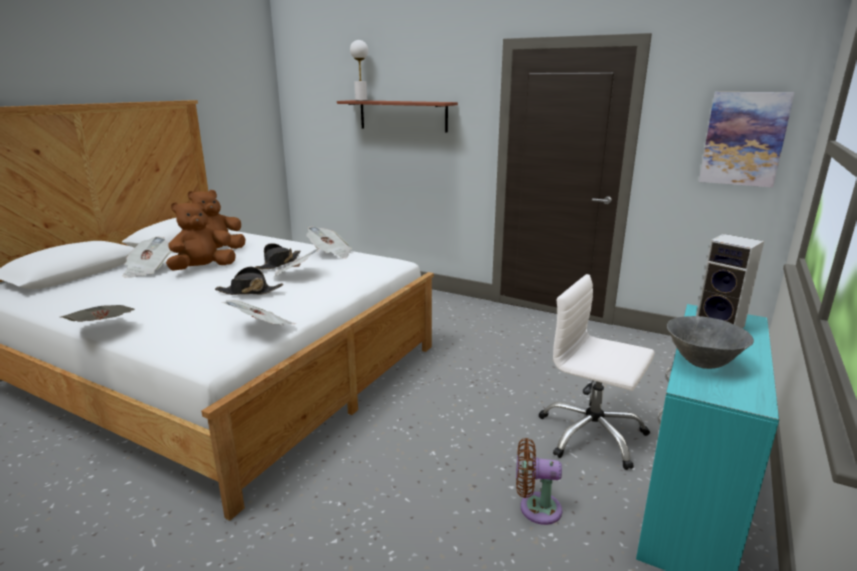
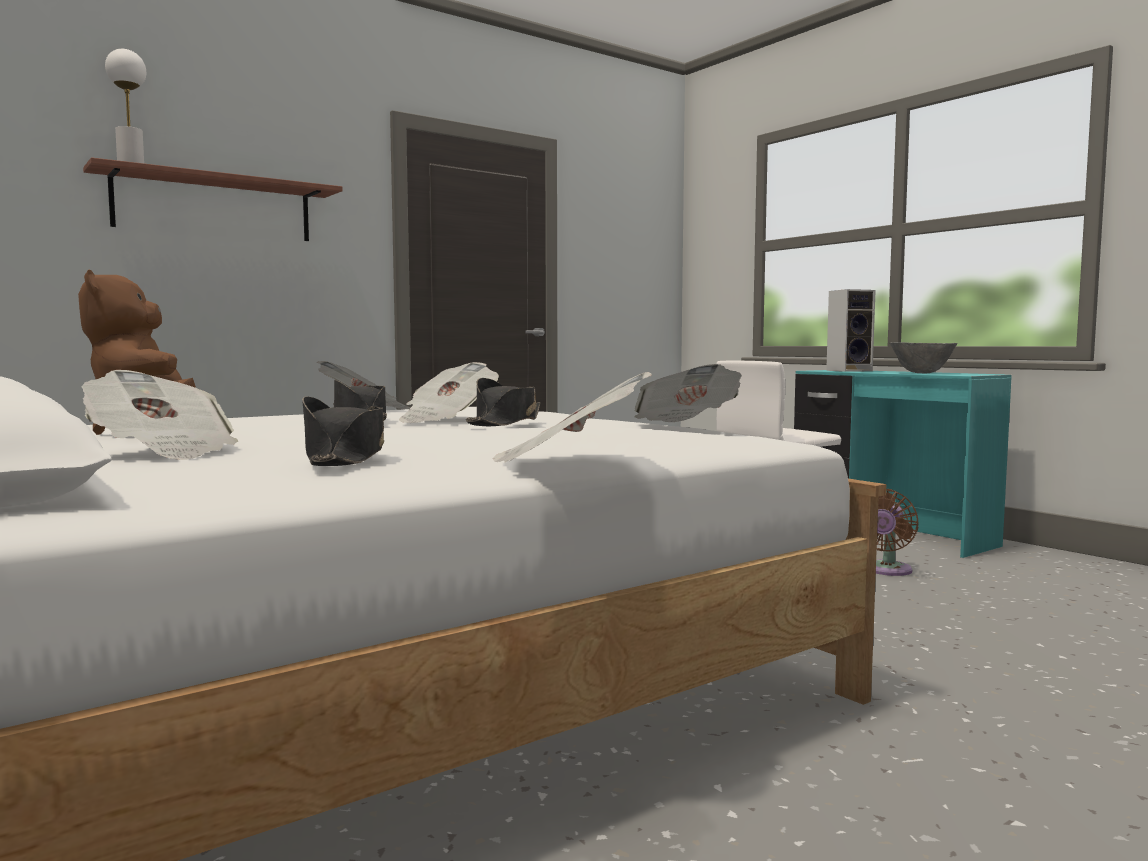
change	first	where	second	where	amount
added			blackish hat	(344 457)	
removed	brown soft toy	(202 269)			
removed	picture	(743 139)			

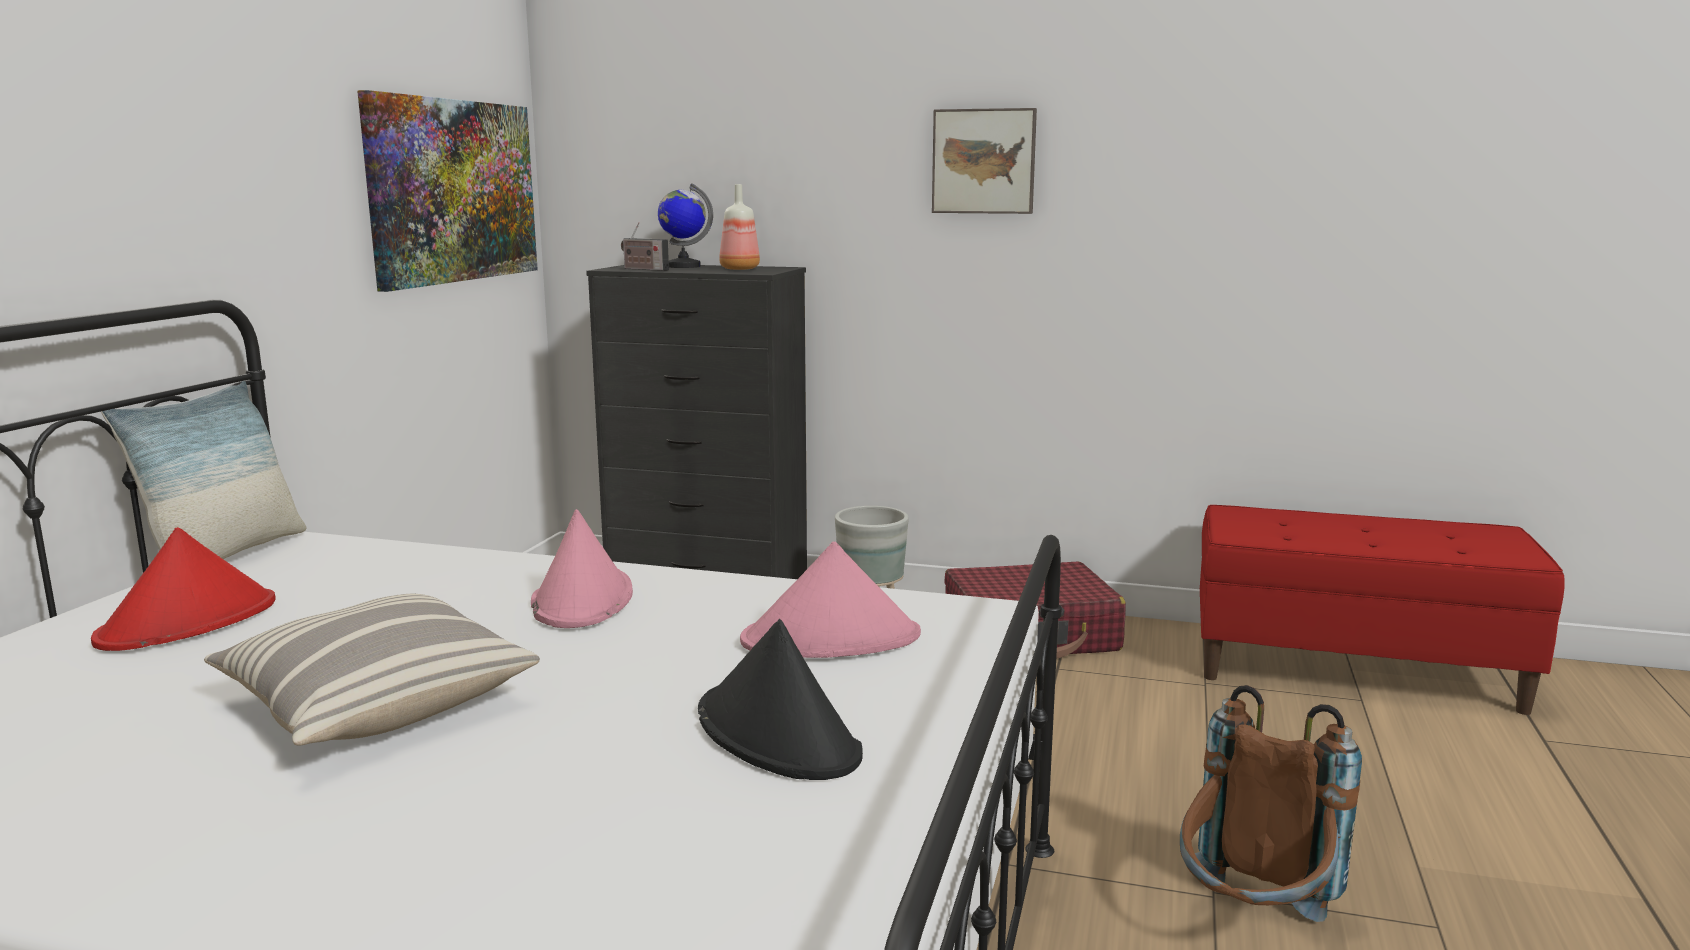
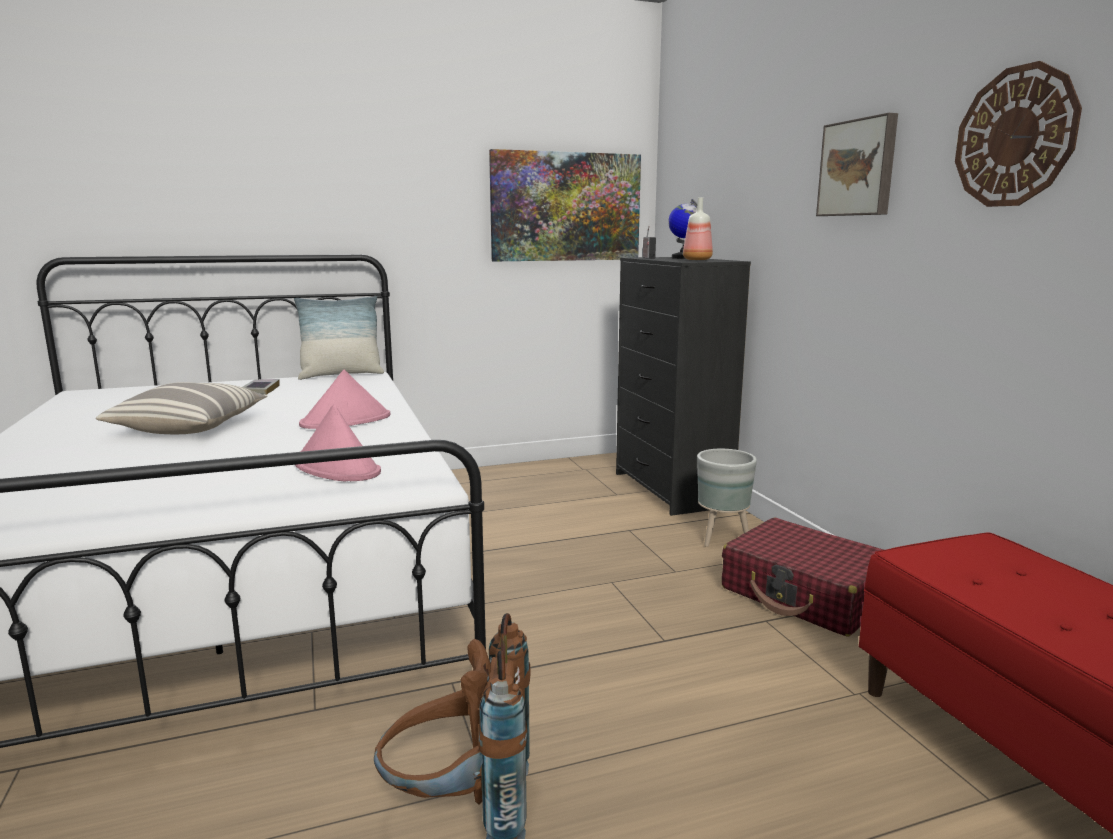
change	first	where	second	where	amount
replaced	red-coloured hat	(189 622)	book	(260 390)	
added			hanging clock	(1015 137)	
removed	blackish hat	(778 734)			

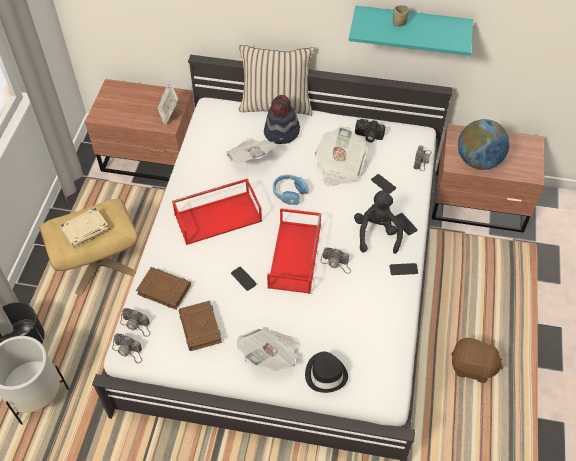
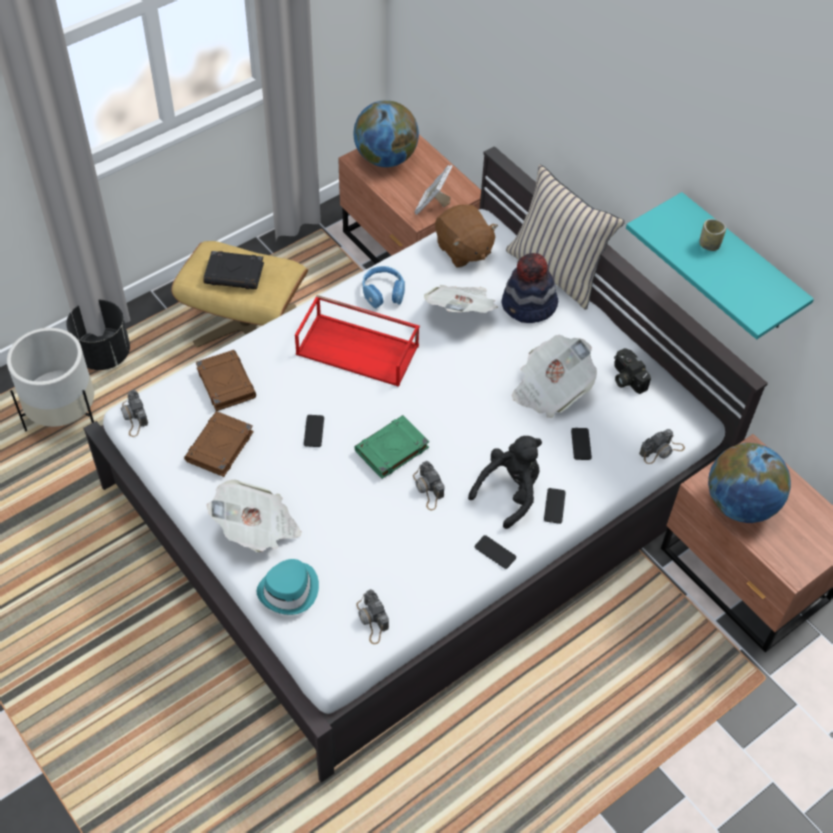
change	first	where	second	where	amount
recoloured	sand-coloured book	(86 229)	blackish book	(235 274)	
recoloured	blackish hat	(326 374)	blue-green hat	(289 590)	
added			desk globe	(385 158)	
replaced	red-coloured serving tray	(295 257)	green book	(391 450)	
moved	photo camera	(136 325)		(372 620)	
moved	blue pair of headphones	(289 193)		(383 292)	
moved	brown soft toy	(472 367)		(463 250)	

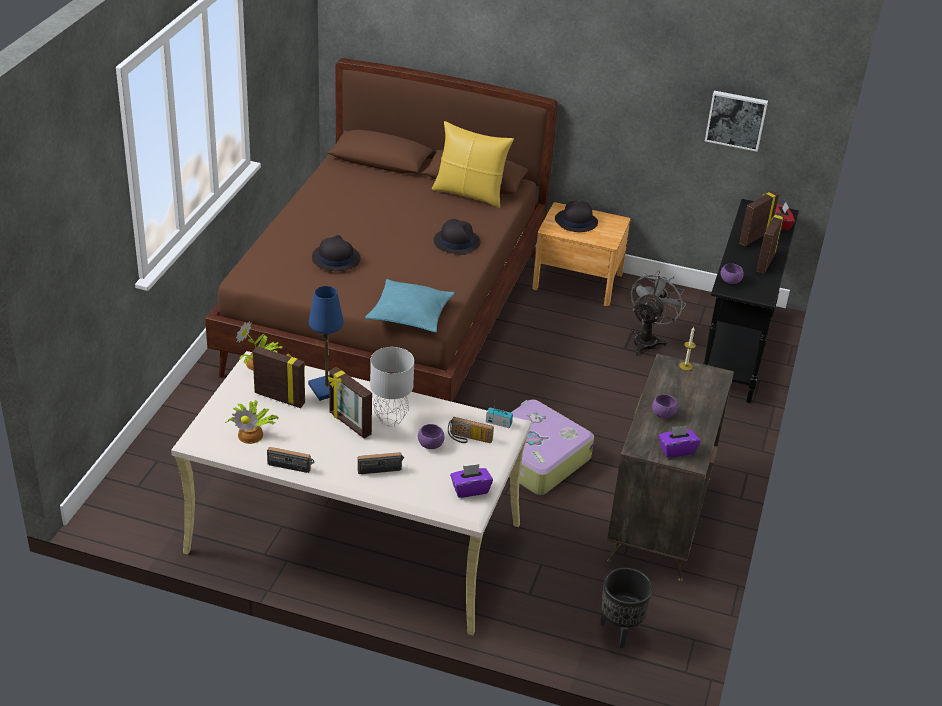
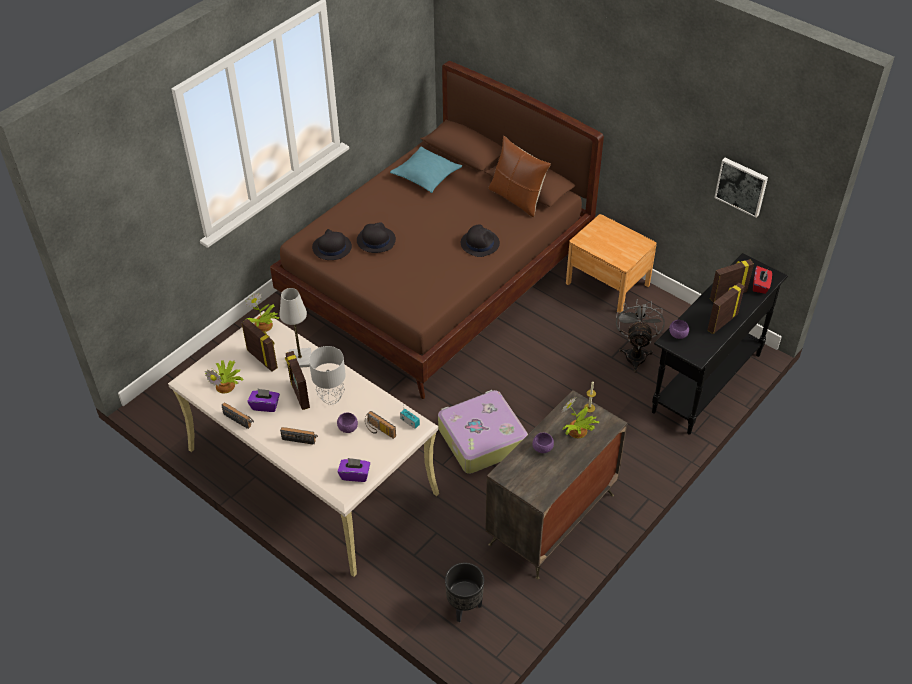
change	first	where	second	where	amount
moved	purple-coloured tissue box	(676 450)		(265 405)	
recoloured	blue tabletop lamp	(327 388)	whitish tabletop lamp	(300 359)	
moved	blackish hat	(576 221)		(331 247)	
moved	blue-green cushion	(410 314)		(426 175)	
recoloured	yellow cushion	(469 194)	brown cushion	(517 198)	
added			potted plant	(577 431)	
turned	grey cooling fan	(647 340)		(635 353)	45 degrees counterclockwise

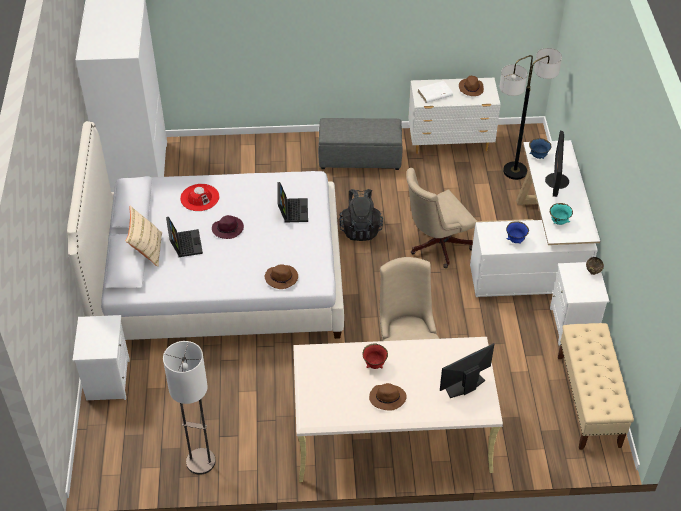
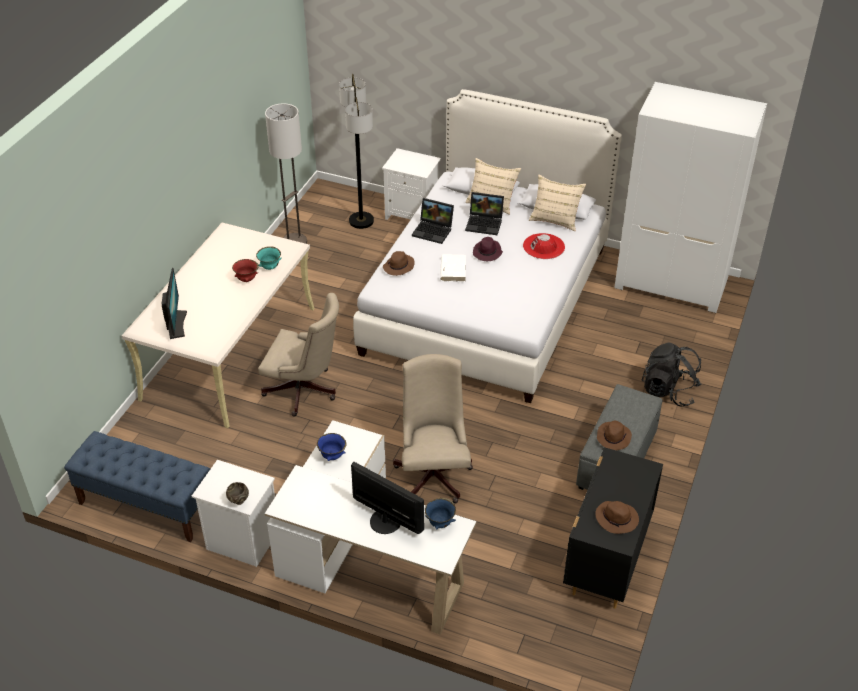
change	first	where	second	where	amount
recoloured	sand-coloured indoor bench	(588 401)	blue indoor bench	(146 505)	
moved	blue-green serving bowl	(558 222)		(270 267)	
moved	standard lamp	(515 171)		(361 221)	
moved	notebook computer	(292 210)		(434 231)	
moved	whitish book	(434 94)		(453 269)	
added			sand-coloured cushion	(555 219)	
recoloured	whitish dresser	(450 143)	blackish dresser	(606 561)	
moved	brown hat	(387 398)		(613 437)	
moved	blackish knapsack	(360 228)		(669 391)	

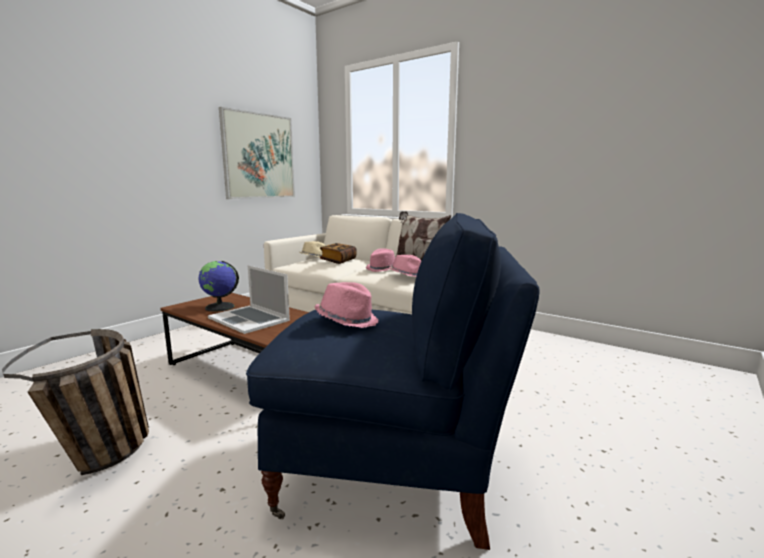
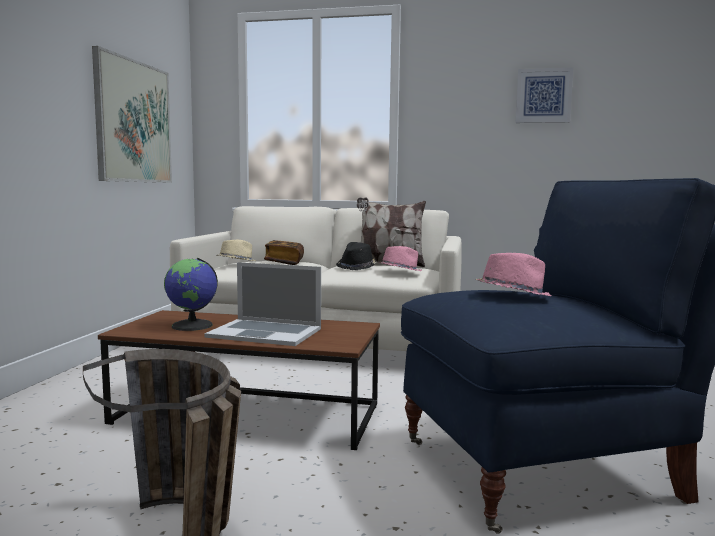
change	first	where	second	where	amount
recoloured	pink hat	(382 269)	blackish hat	(356 267)	
added			picture	(543 96)	

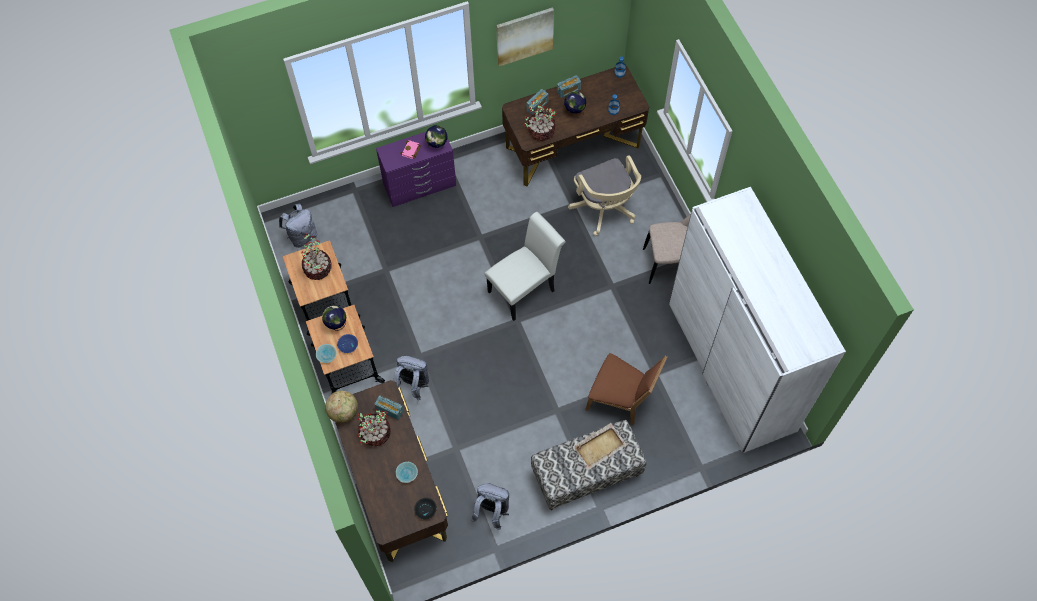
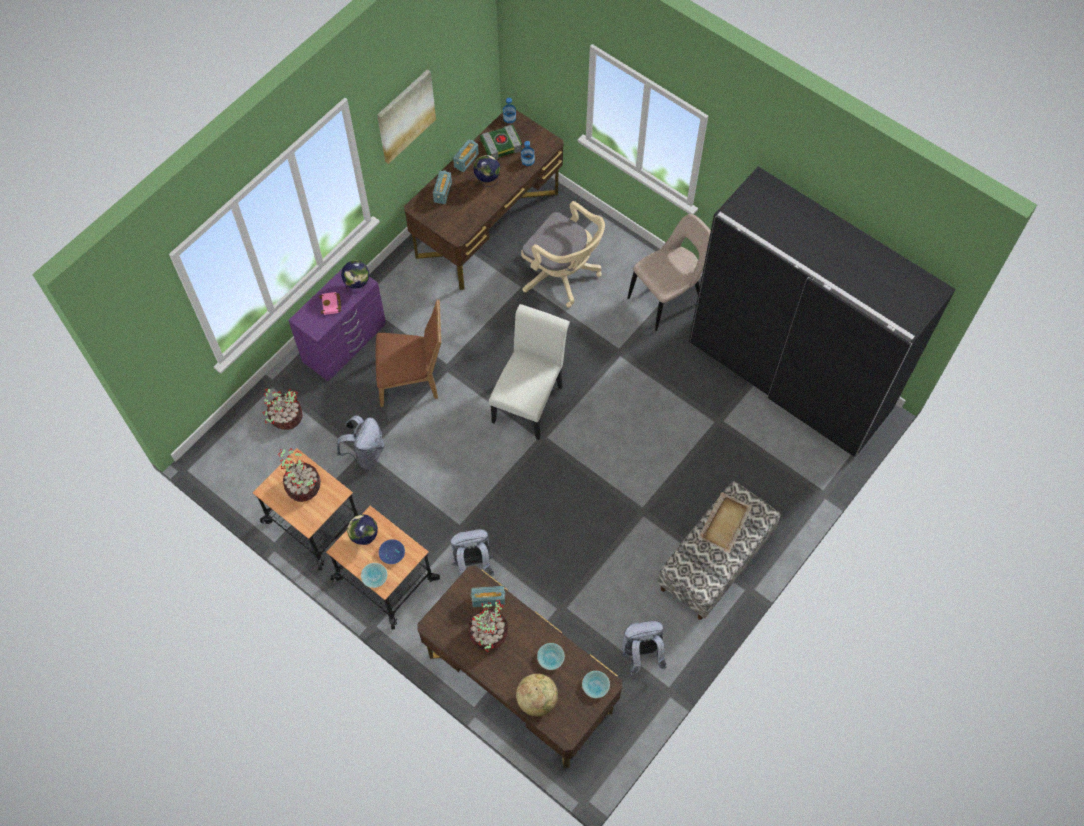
change	first	where	second	where	amount
moved	potted plant	(540 131)		(285 417)	
moved	grey knapsack	(302 236)		(365 454)	
moved	brown plain chair	(621 400)		(413 380)	
added			book	(501 144)	
moved	desk globe	(344 412)		(537 700)	
recoloured	blackish serving bowl	(425 510)	blue-green serving bowl	(595 686)	
recoloured	whitish clothes cupboard	(731 366)	blackish clothes cupboard	(789 376)	

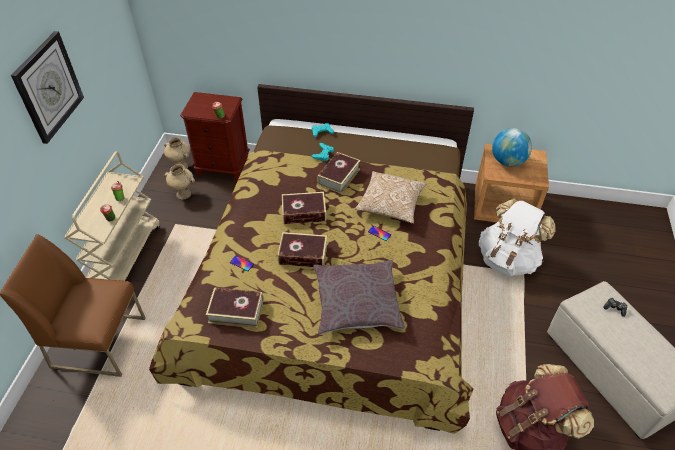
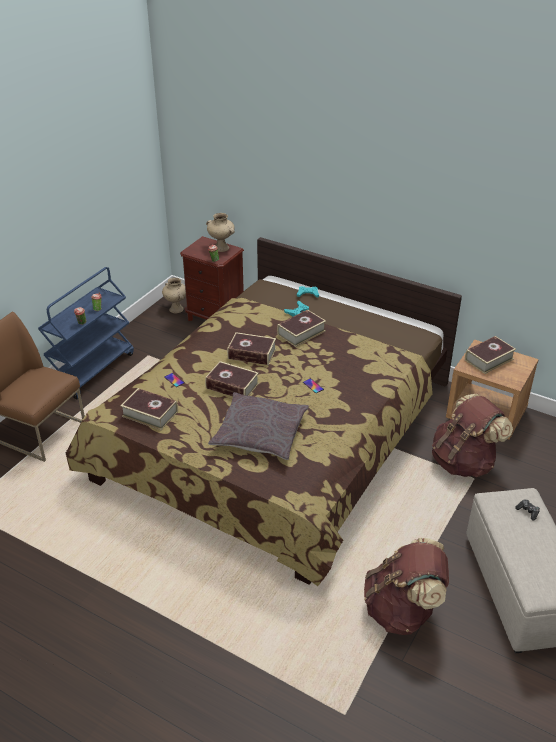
change	first	where	second	where	amount
recoloured	sand-coloured cart	(125 255)	blue cart	(92 369)	
moved	sand-coloured decorative vase	(184 194)		(222 248)	
recoloured	whitish knapsack	(508 259)	brown knapsack	(464 462)	
replaced	desk globe	(507 161)	book	(489 359)	
removed	hanging clock	(48 87)			
removed	cushion	(390 204)			

